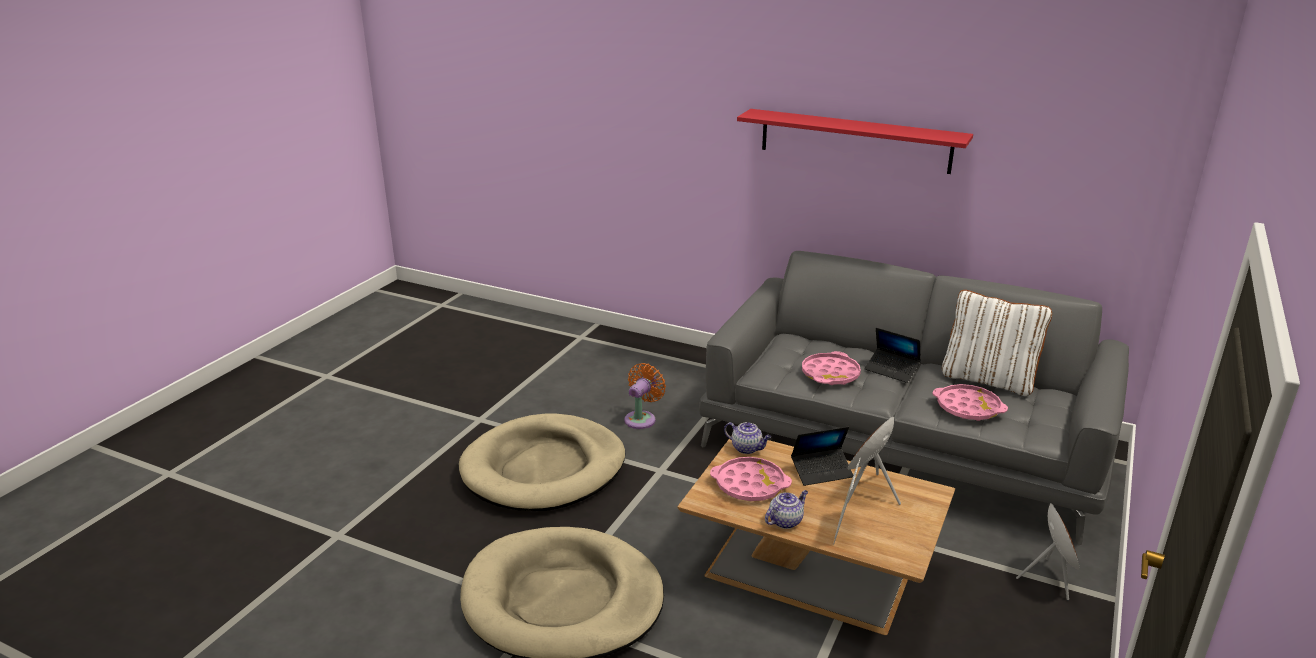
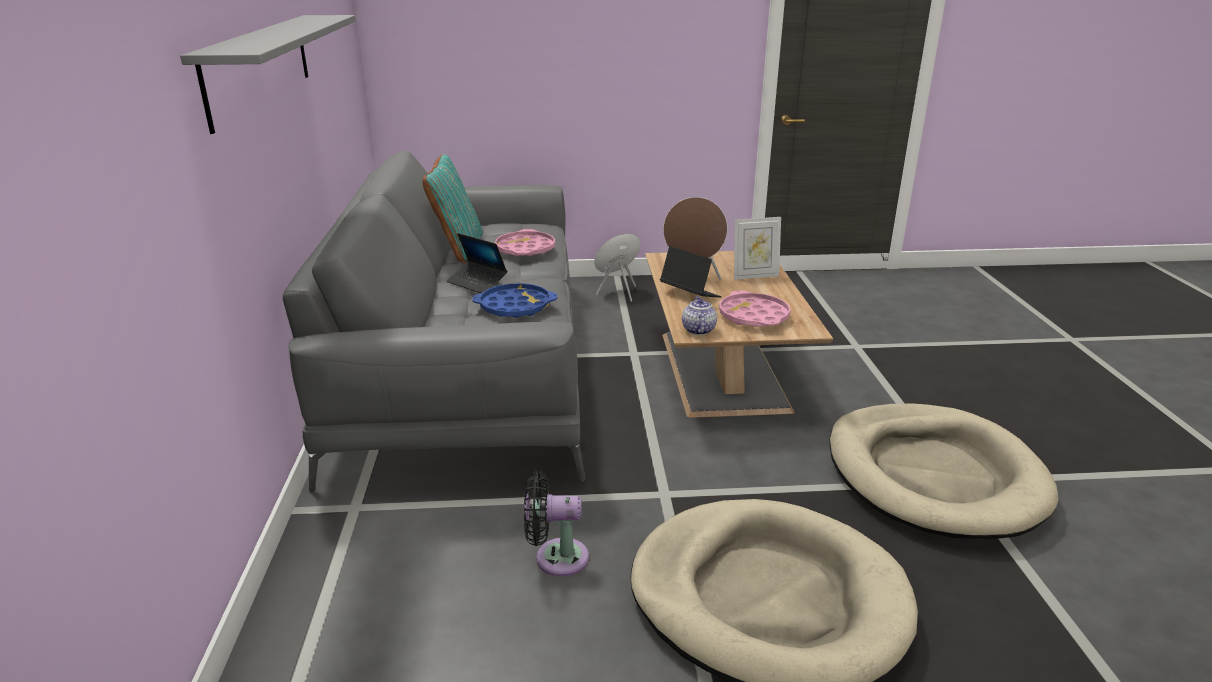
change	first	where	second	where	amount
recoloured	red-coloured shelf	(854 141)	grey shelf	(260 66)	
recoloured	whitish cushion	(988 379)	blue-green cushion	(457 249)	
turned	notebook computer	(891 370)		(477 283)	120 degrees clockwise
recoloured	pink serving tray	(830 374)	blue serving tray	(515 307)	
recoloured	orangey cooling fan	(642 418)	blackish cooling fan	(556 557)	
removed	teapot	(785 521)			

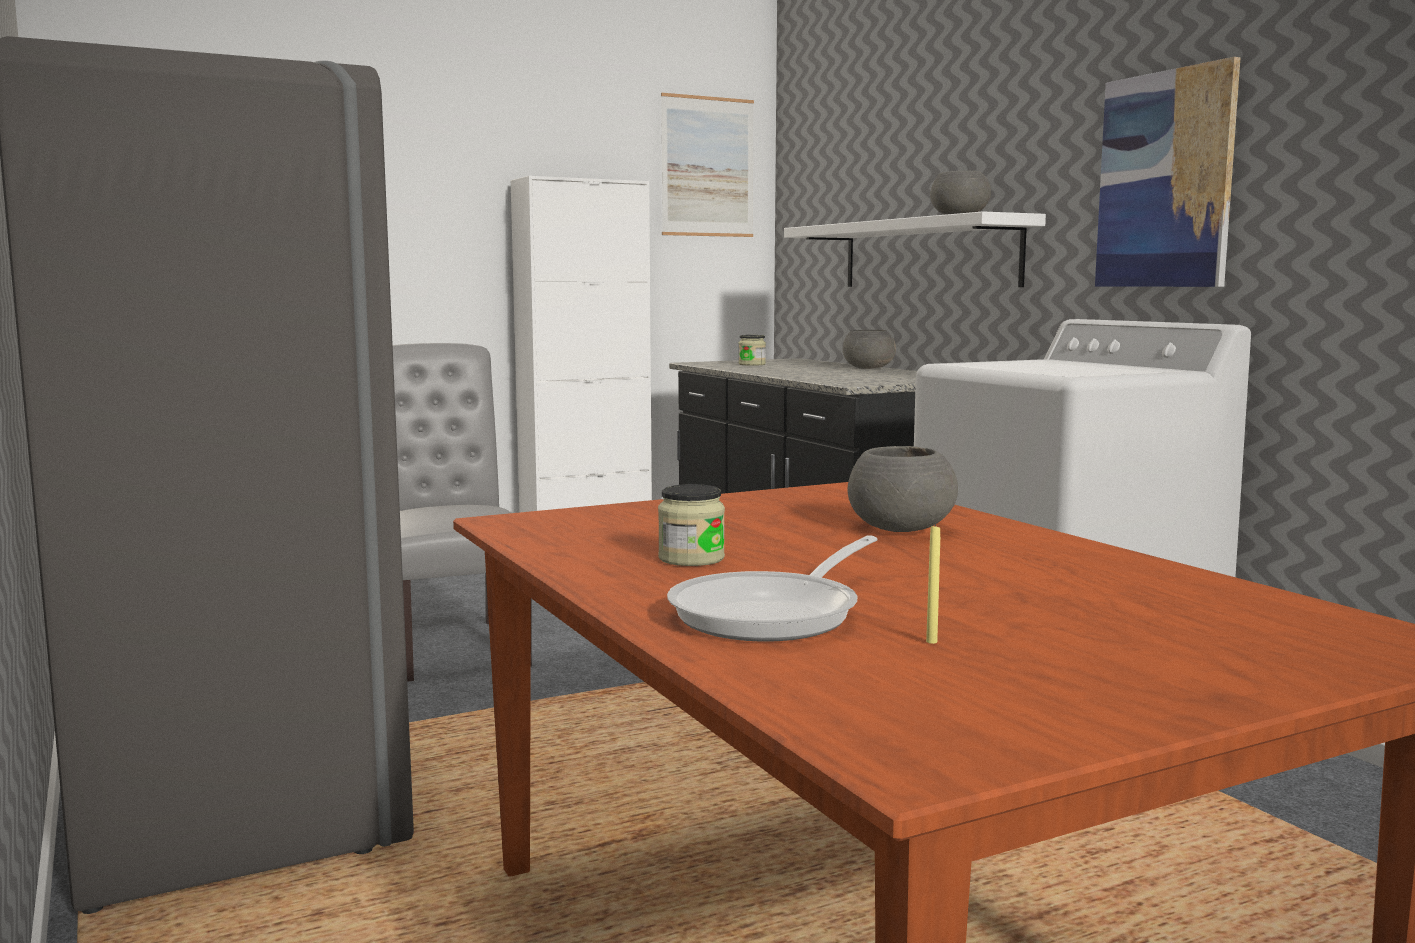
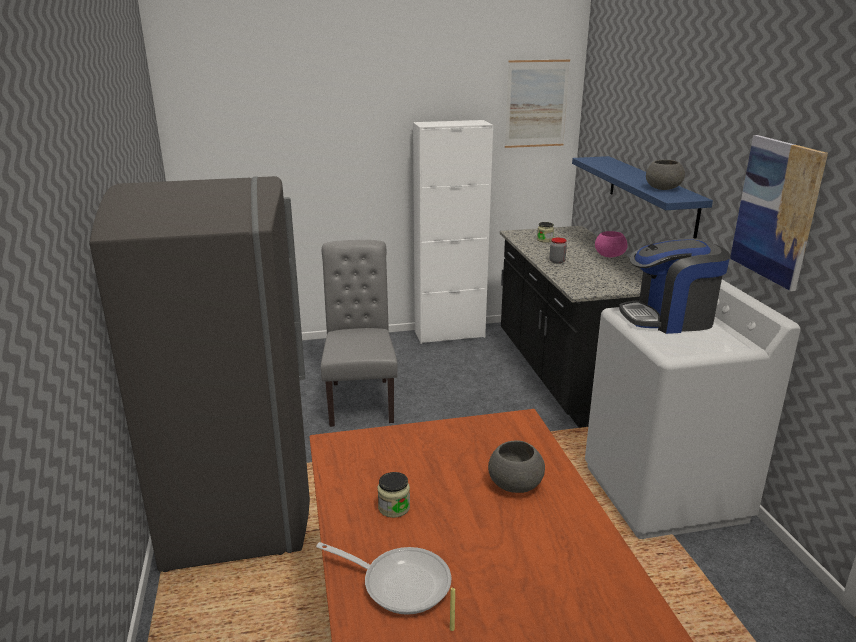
change	first	where	second	where	amount
turned	skillet	(775 614)		(399 582)	120 degrees counterclockwise
added			storage jar	(557 261)	
recoloured	whitish shelf	(928 254)	blue shelf	(651 194)	
recoloured	grey serving bowl	(867 368)	pink serving bowl	(609 255)	
added			coffee brewer	(669 318)	

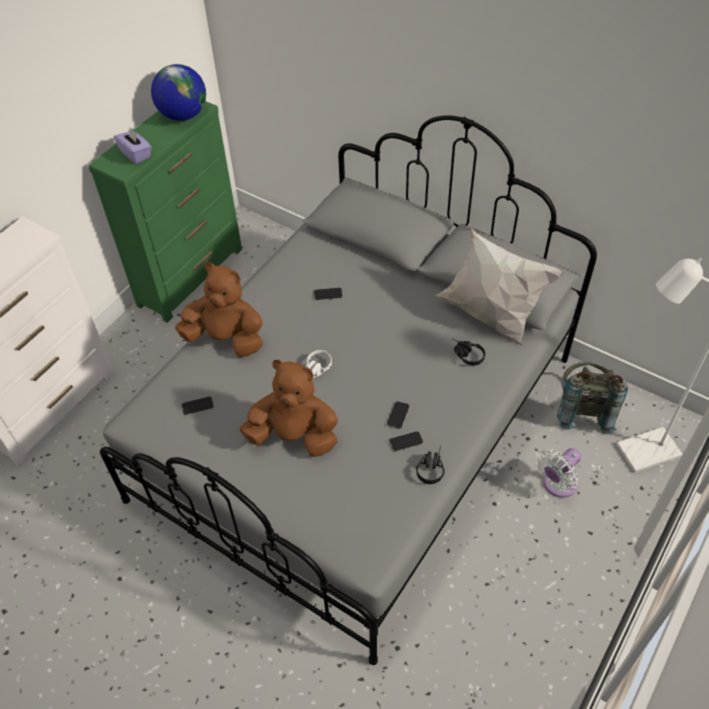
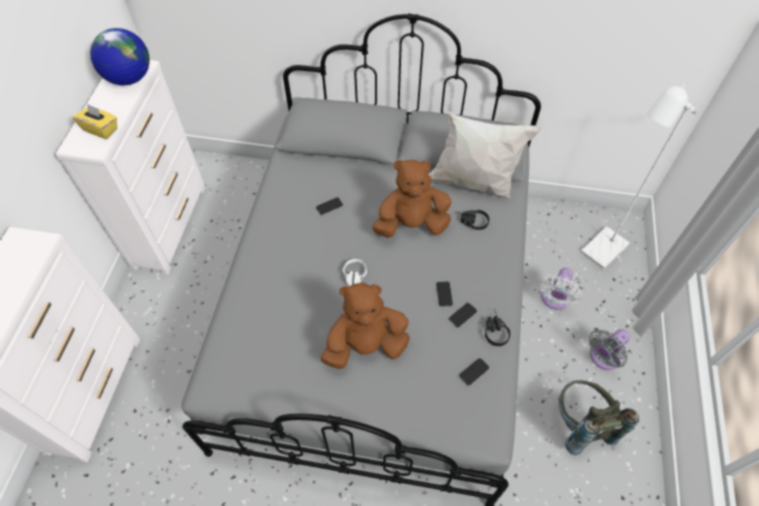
change	first	where	second	where	amount
recoloured	green dresser	(191 276)	whitish dresser	(170 225)	
recoloured	purple-coloured tissue box	(136 154)	yellow tissue box	(101 129)	
moved	brown soft toy	(226 338)		(411 224)	
moved	telephone	(197 406)		(474 372)	
moved	grey knapsack	(583 409)		(579 424)	
added			grey cooling fan	(602 357)	

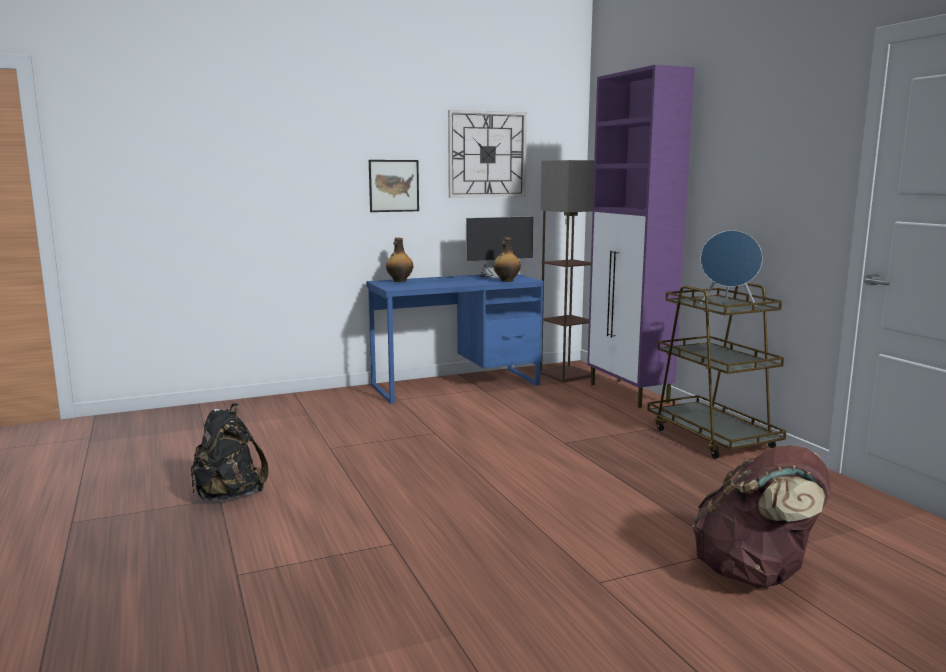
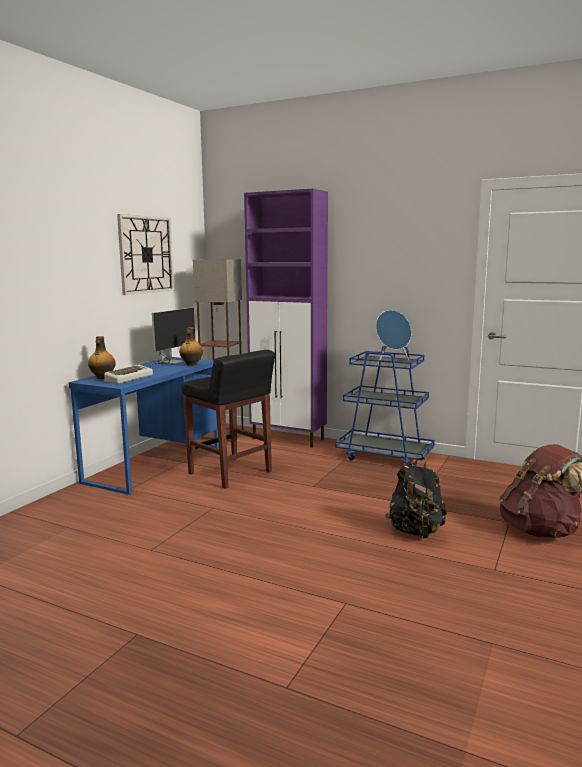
change	first	where	second	where	amount
added			keyboard	(129 378)	
added			blackish sitting stool	(231 473)	
recoloured	brown cart	(711 437)	blue cart	(385 456)	
moved	blackish knapsack	(228 495)		(416 532)	
removed	picture	(393 185)			

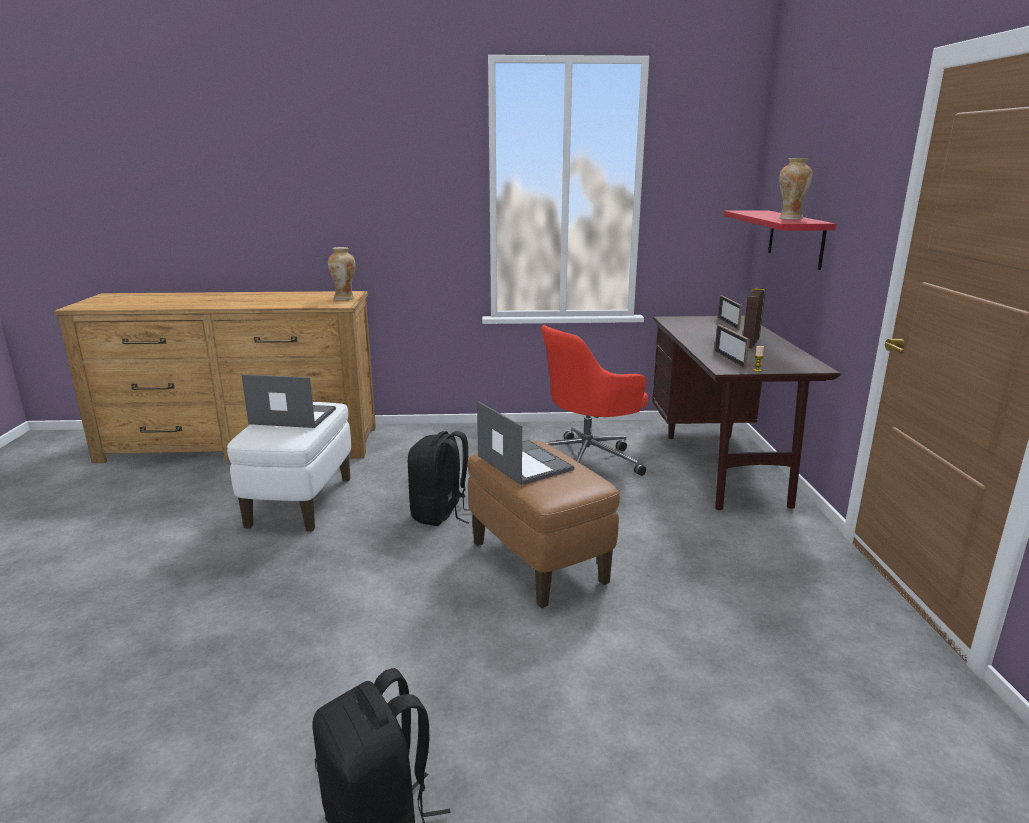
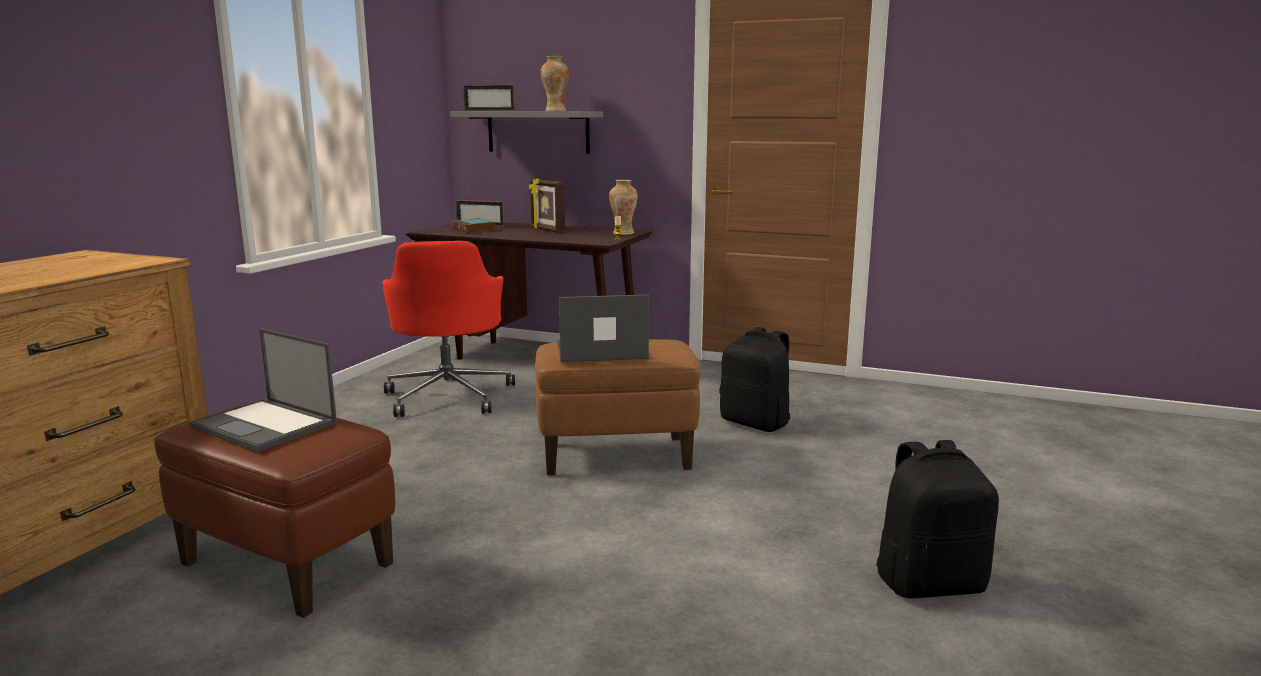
change	first	where	second	where	amount
recoloured	whitish pouffe	(300 502)	brown pouffe	(288 565)	
turned	notebook computer	(292 417)		(266 425)	90 degrees counterclockwise
recoloured	red-coloured shelf	(796 238)	grey shelf	(538 132)	
added			book	(474 229)	
moved	photo frame	(729 359)		(489 111)	
moved	decorative vase	(344 299)		(623 233)	
moved	blackish knapsack	(441 514)		(756 423)	

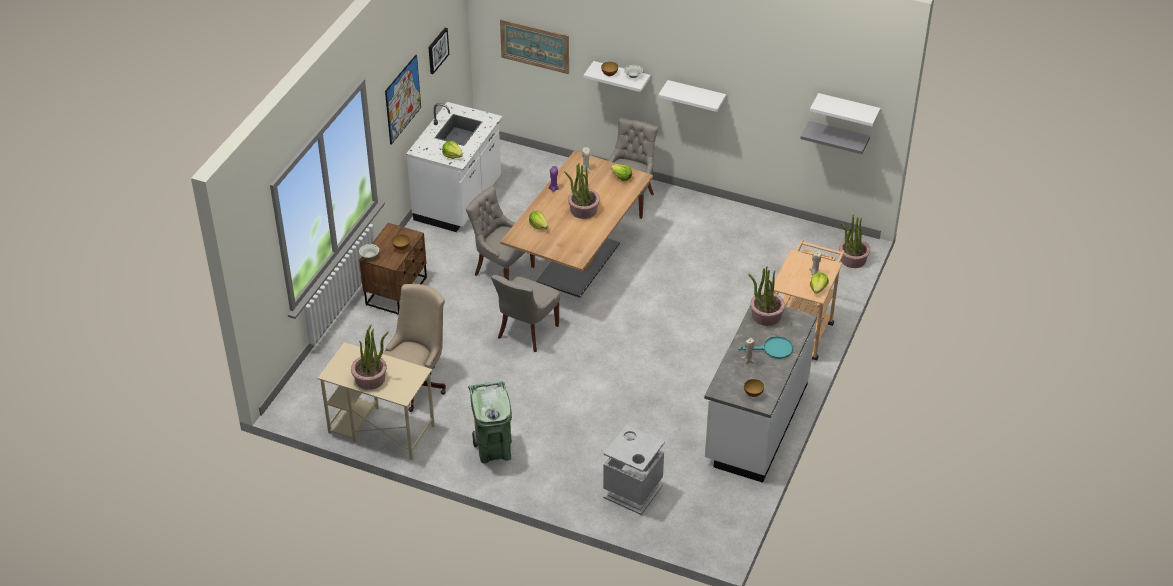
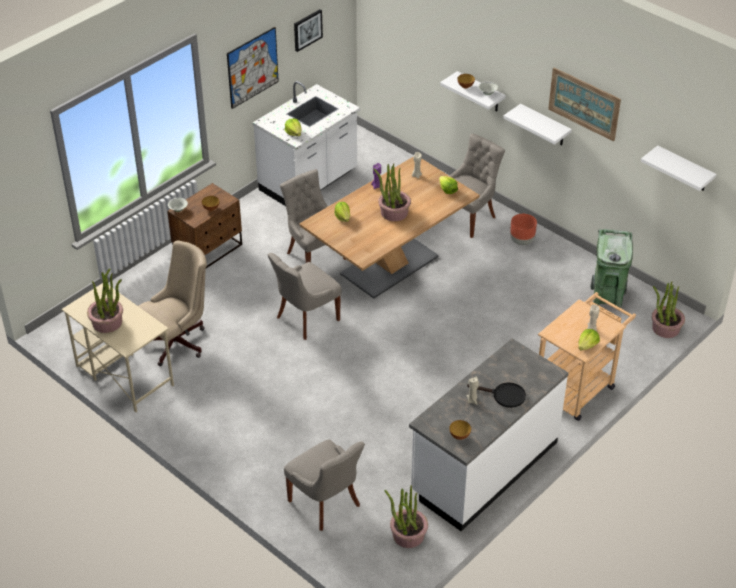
change	first	where	second	where	amount
replaced	grey trash can	(633 492)	grey plain chair	(326 503)	
moved	potted plant	(766 316)		(408 535)	
recoloured	blue-green skillet	(773 349)	blackish skillet	(504 396)	
added			brown planter	(522 241)	
moved	picture	(535 46)		(584 103)	
moved	green trash can	(494 451)		(607 296)	
removed	grey shelf	(838 137)			

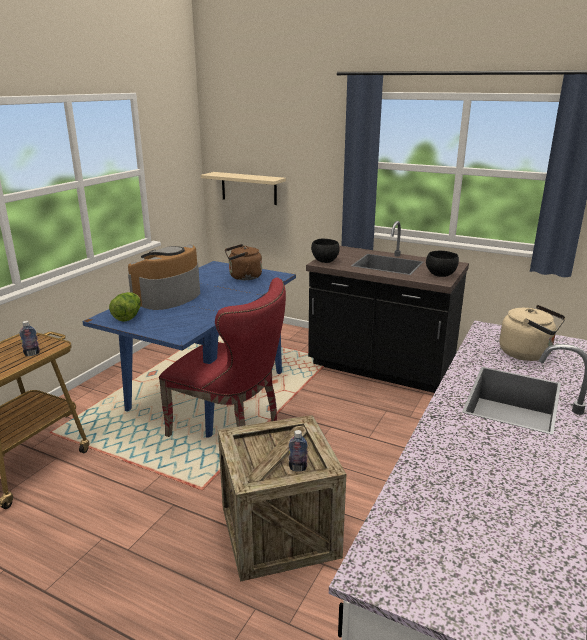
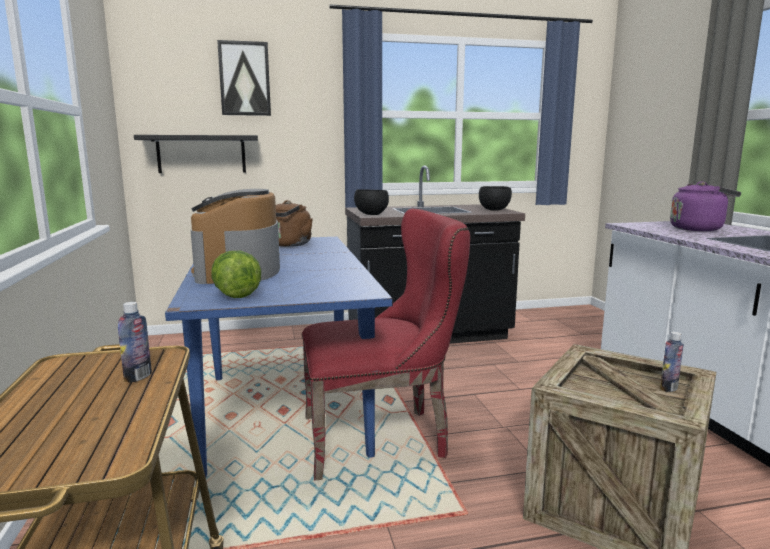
change	first	where	second	where	amount
recoloured	sand-coloured shelf	(249 188)	blackish shelf	(201 154)	
added			picture	(244 79)	
recoloured	sand-coloured tea kettle	(528 354)	purple-coloured tea kettle	(698 229)	

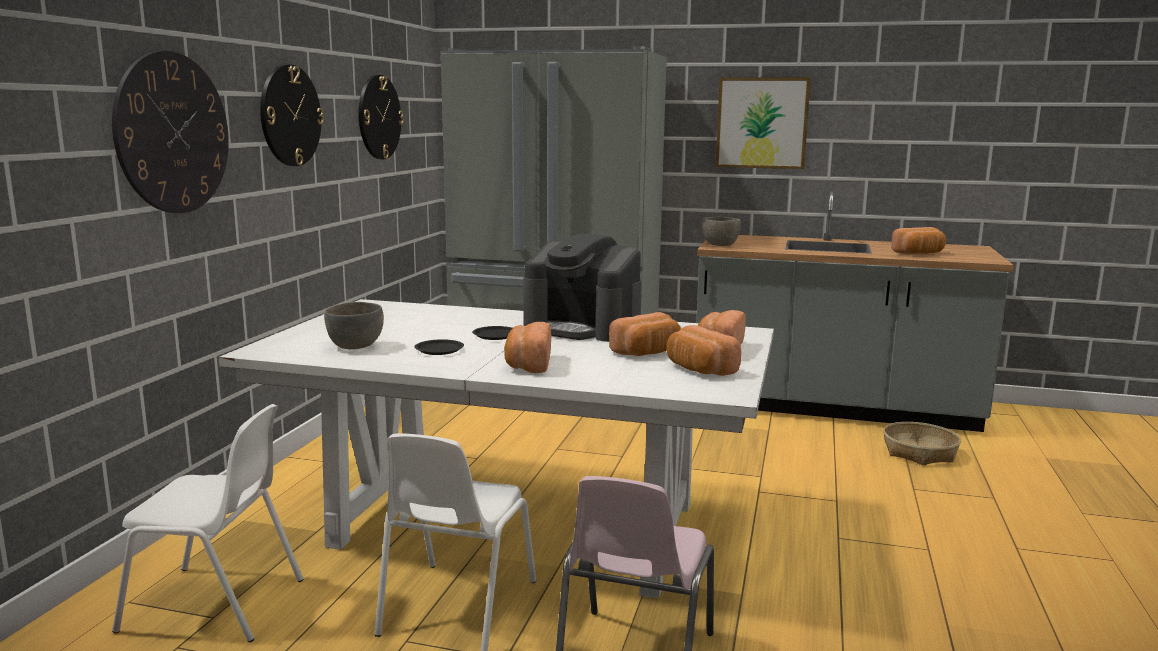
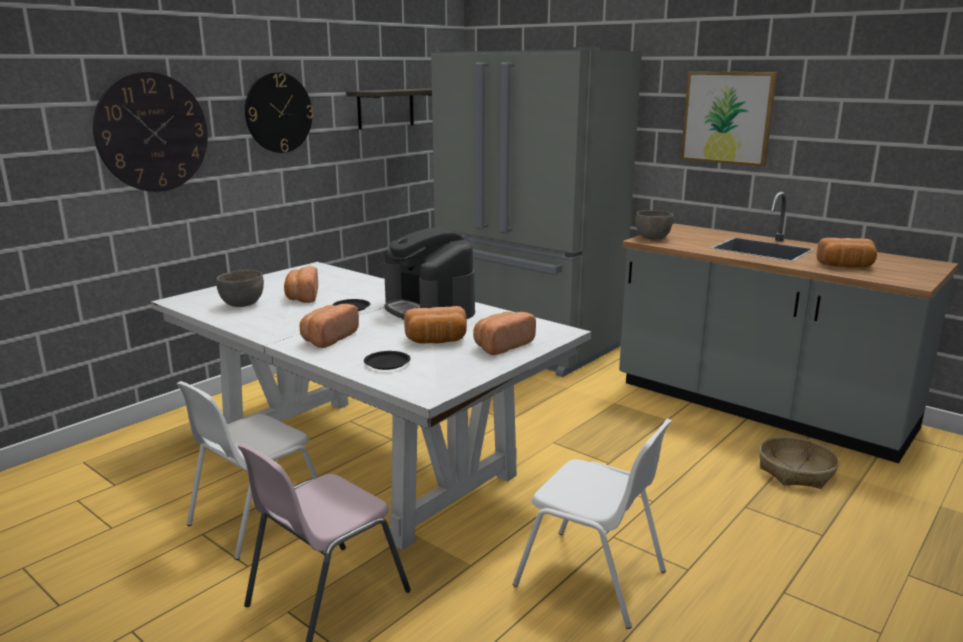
change	first	where	second	where	amount
moved	baked bread	(698 369)		(302 297)	
replaced	hanging clock	(379 117)	shelf	(385 108)	
moved	blackish dinner plate	(439 350)		(387 363)	
moved	whitish plain chair	(216 605)		(592 579)	

